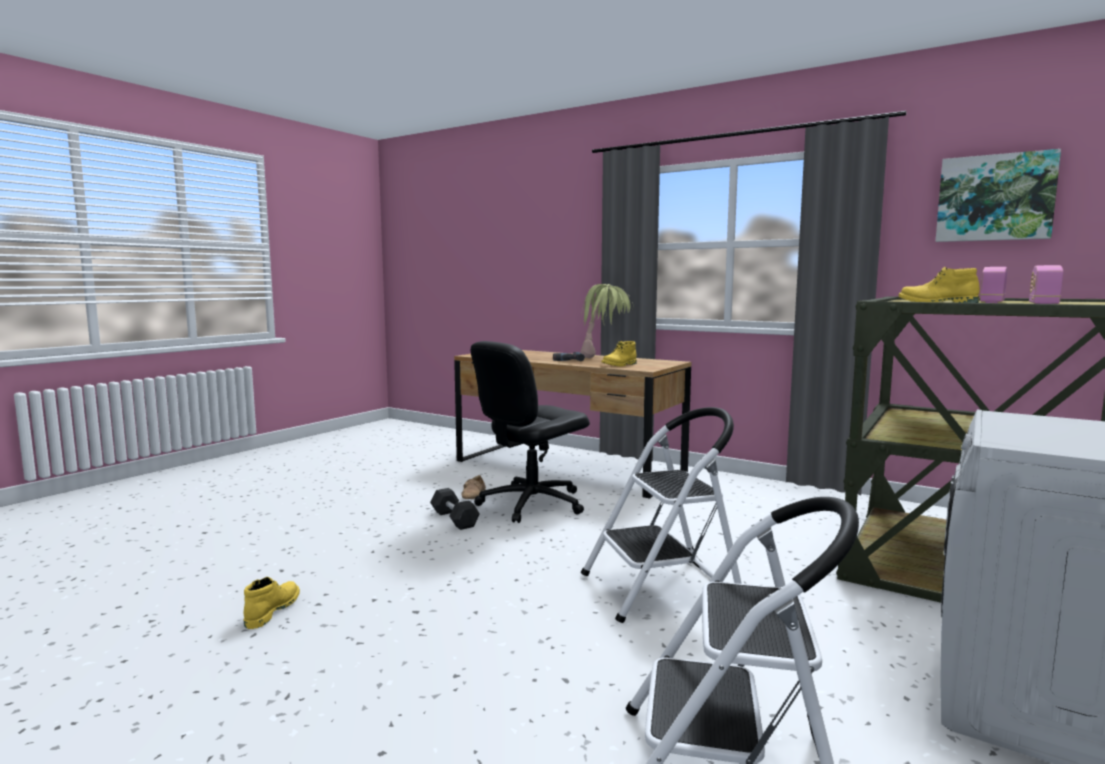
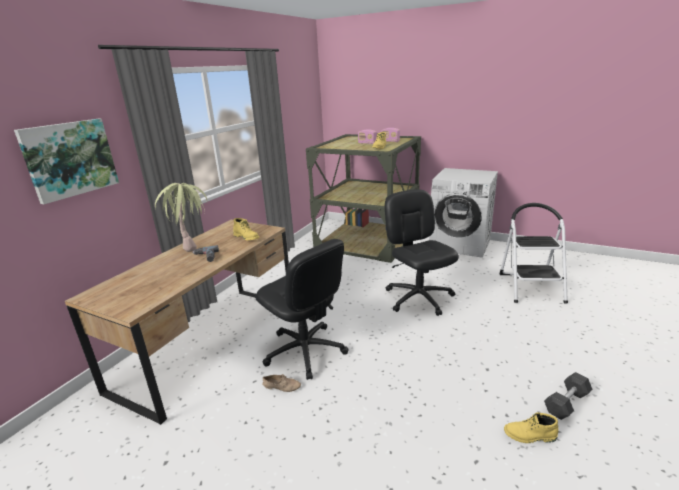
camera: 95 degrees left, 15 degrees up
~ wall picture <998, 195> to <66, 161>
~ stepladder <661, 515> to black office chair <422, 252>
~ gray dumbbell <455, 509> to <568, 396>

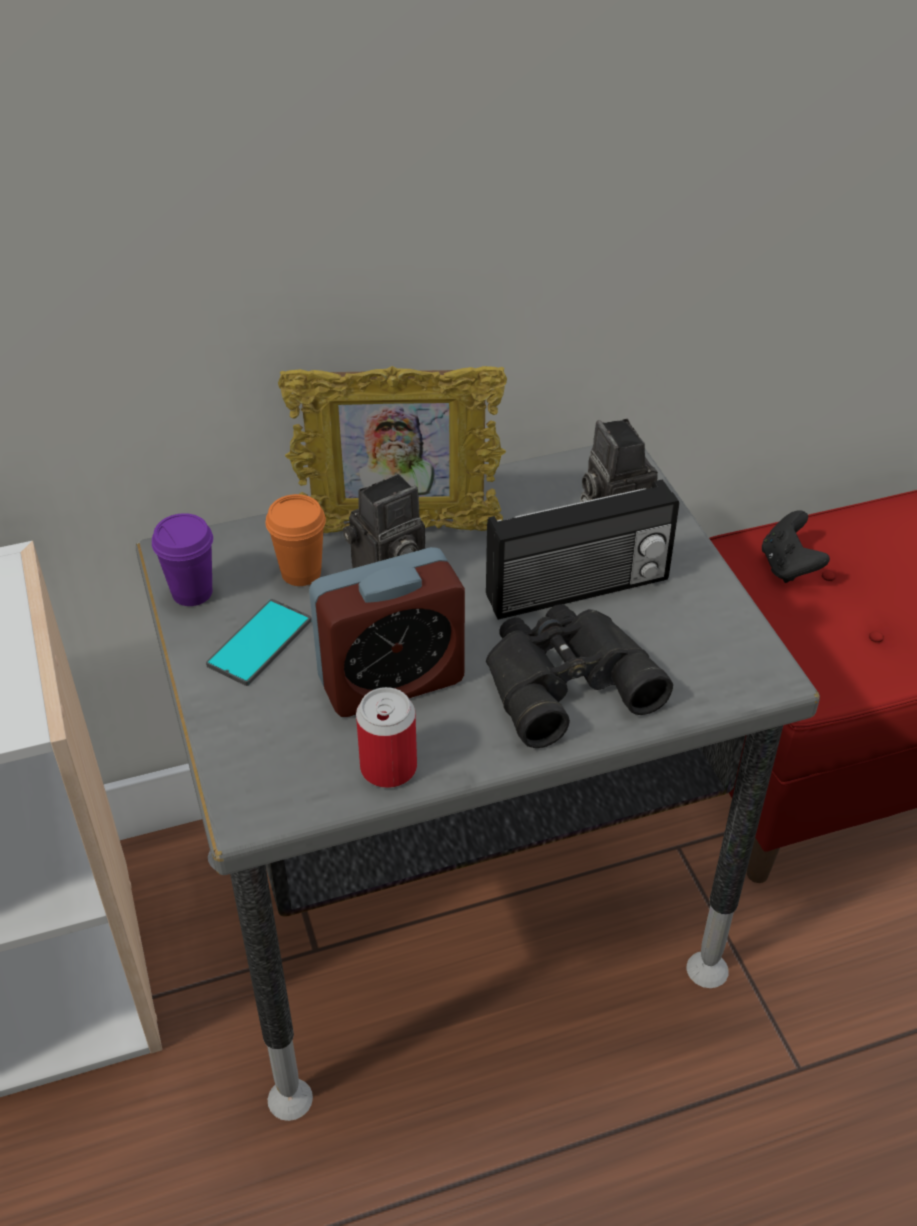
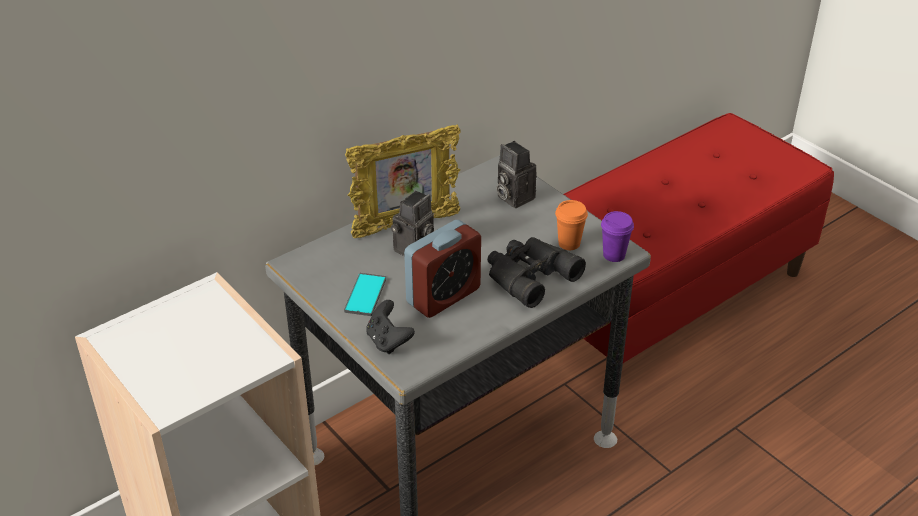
camera: 20 degrees left, 5 degrees down
~ black joypad <796, 546> to <390, 327>
~ orangey drinking cup <296, 540> to <571, 225>
~ purple-coloured drinking cup <182, 559> to <617, 236>
- metal can <386, 737>
- radio set <582, 549>

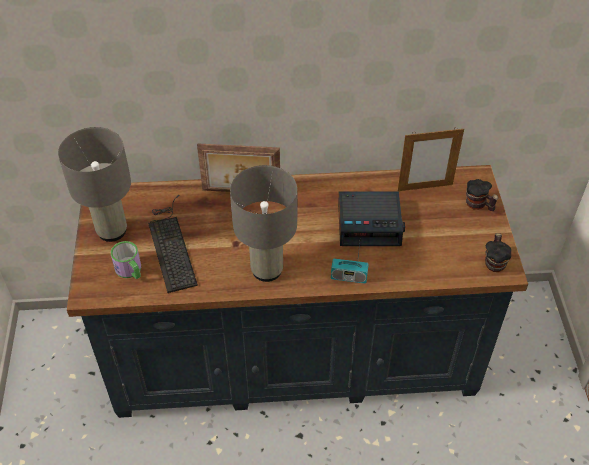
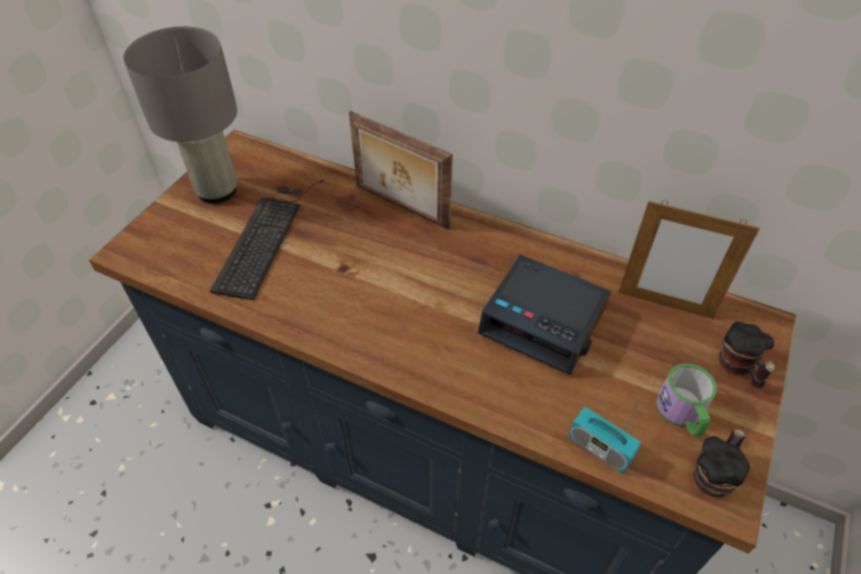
camera: 30 degrees right, 0 degrees up
~ radio set <350, 263> to <604, 435>
~ mug <126, 260> to <686, 400>
- gray tabletop lamp <264, 223>

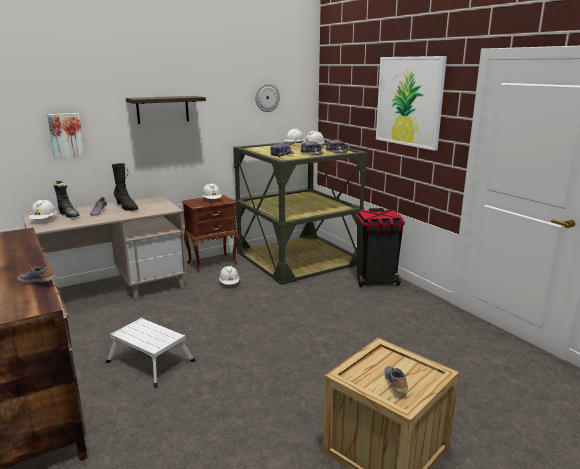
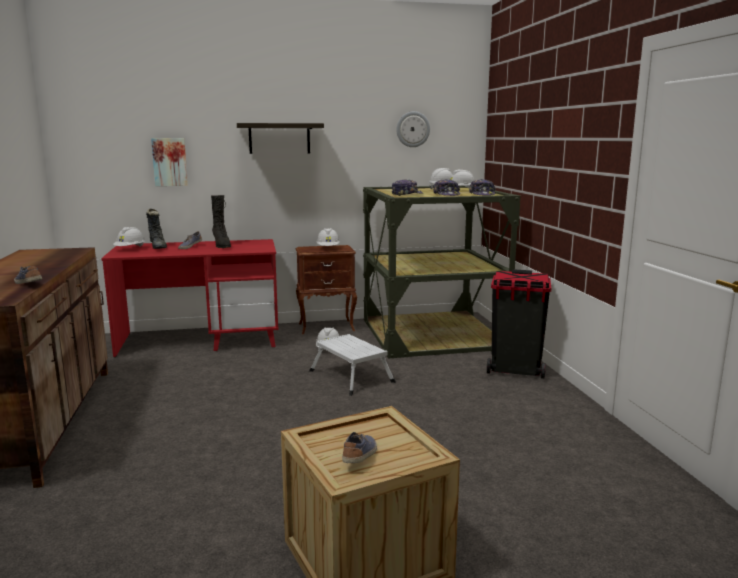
camera: 20 degrees right, 5 degrees down
~ beige-coloured desk table <105, 248> to red desk table <190, 298>
~ white stepladder <150, 353> to <352, 365>
- wall picture <411, 103>

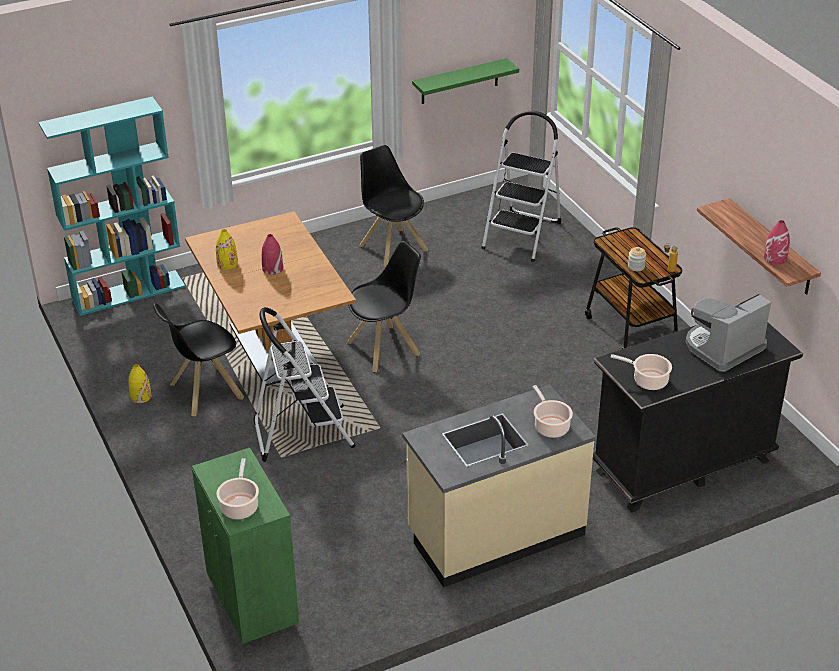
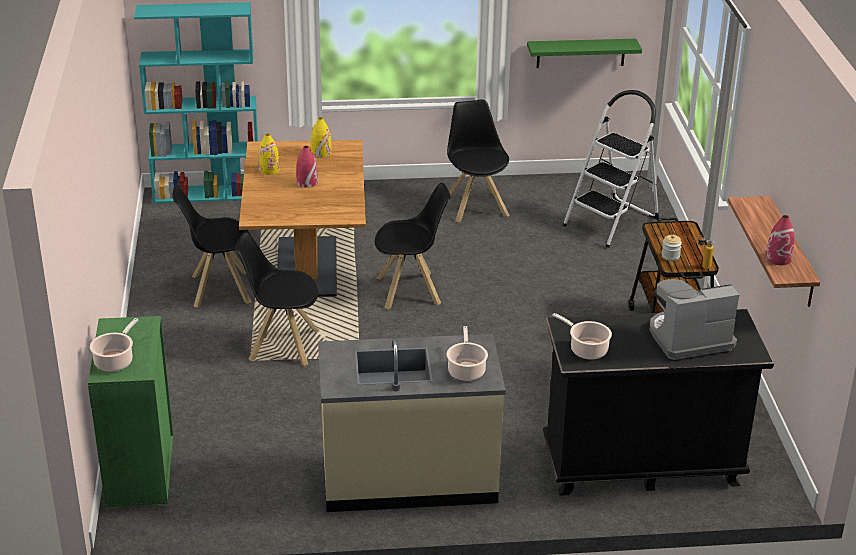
camera: 20 degrees right, 5 degrees down
~ stepladder <304, 384> to black upright chair <277, 299>
~ yellowish vase <139, 383> to <321, 137>

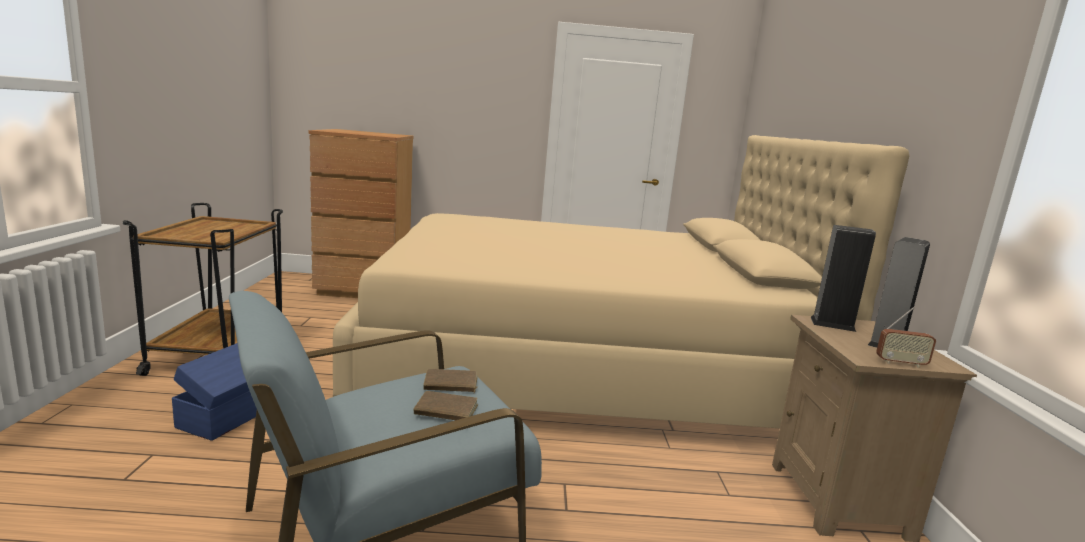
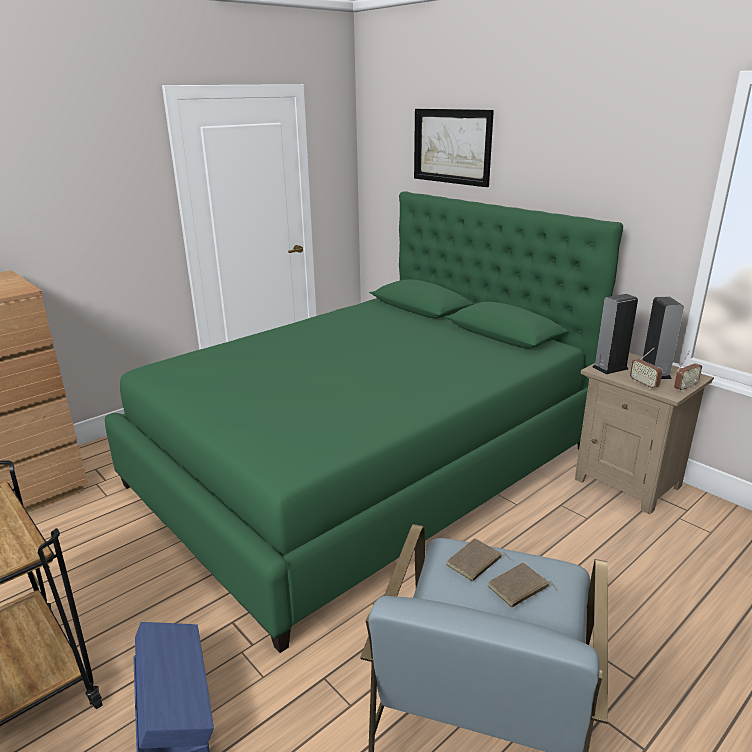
camera: 40 degrees left, 10 degrees up
~ beige-coloured bed <621, 281> to greenish bed <364, 422>
+ wall picture <454, 148>
+ radio set <646, 368>

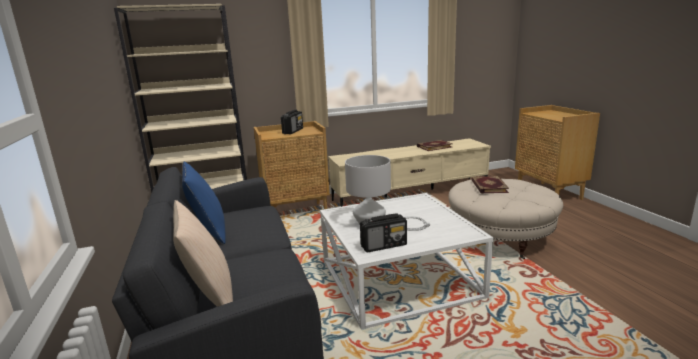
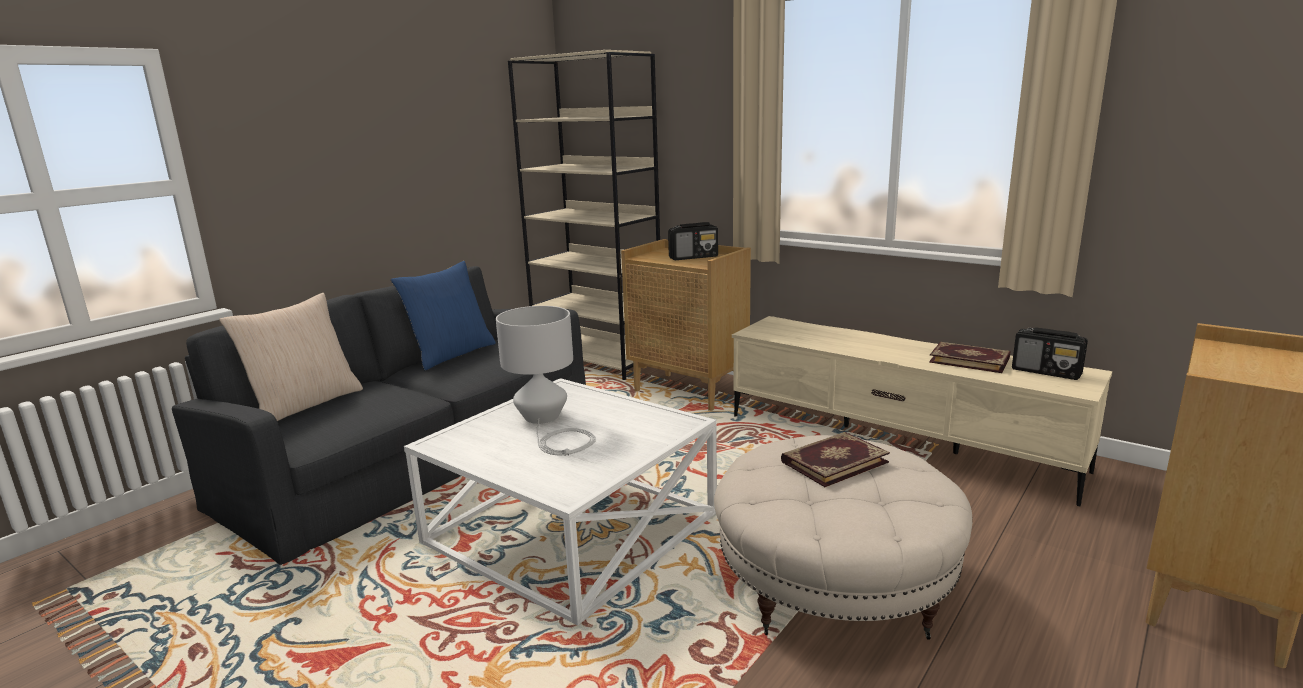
camera: 55 degrees right, 0 degrees up
~ radio set <383, 233> to <1050, 353>

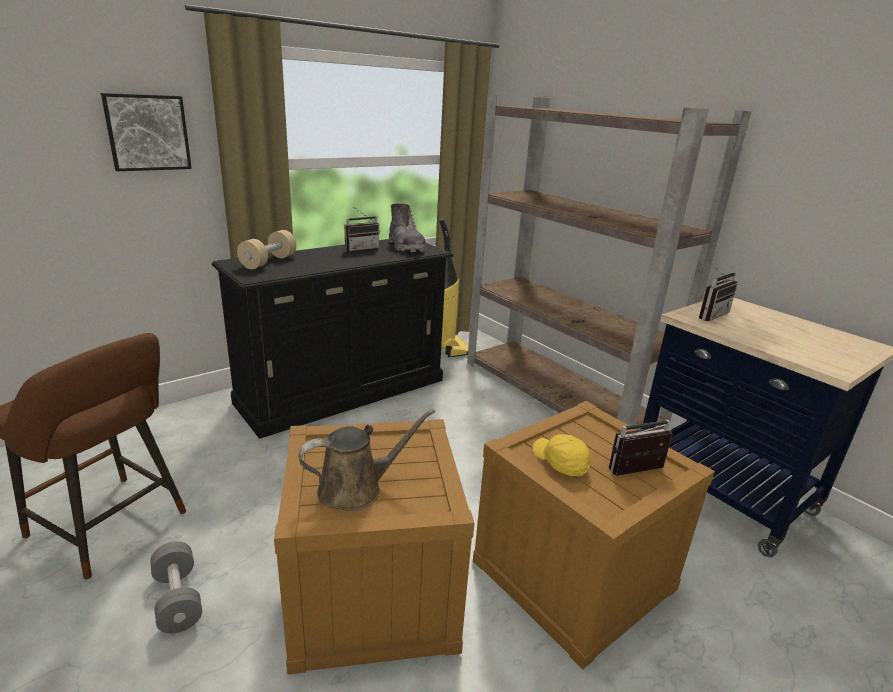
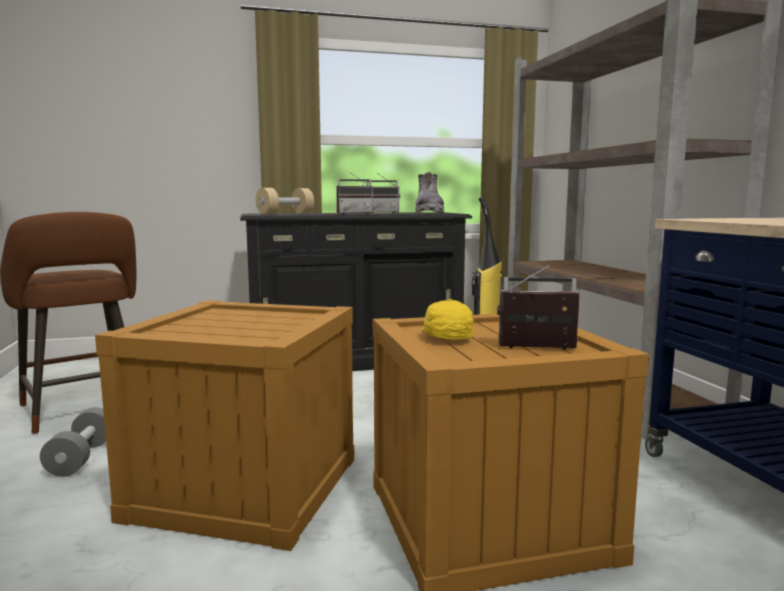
camera: 25 degrees right, 15 degrees down
~ radio set <718, 291> to <355, 192>
- wall picture <146, 132>
- brownish watering pot <366, 460>

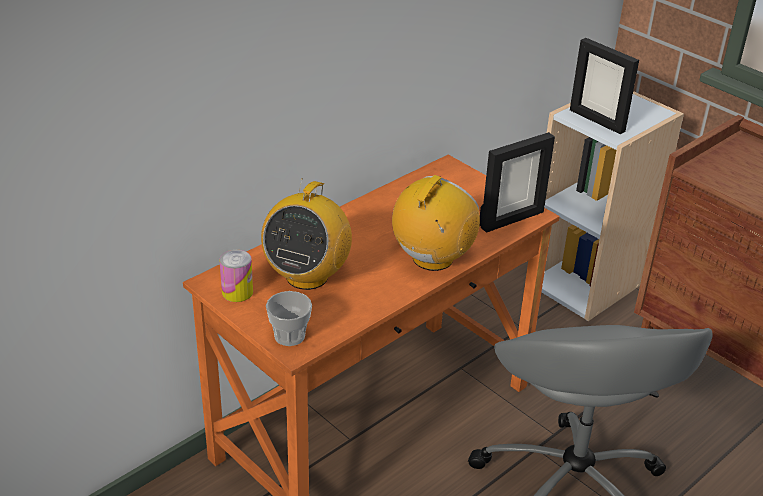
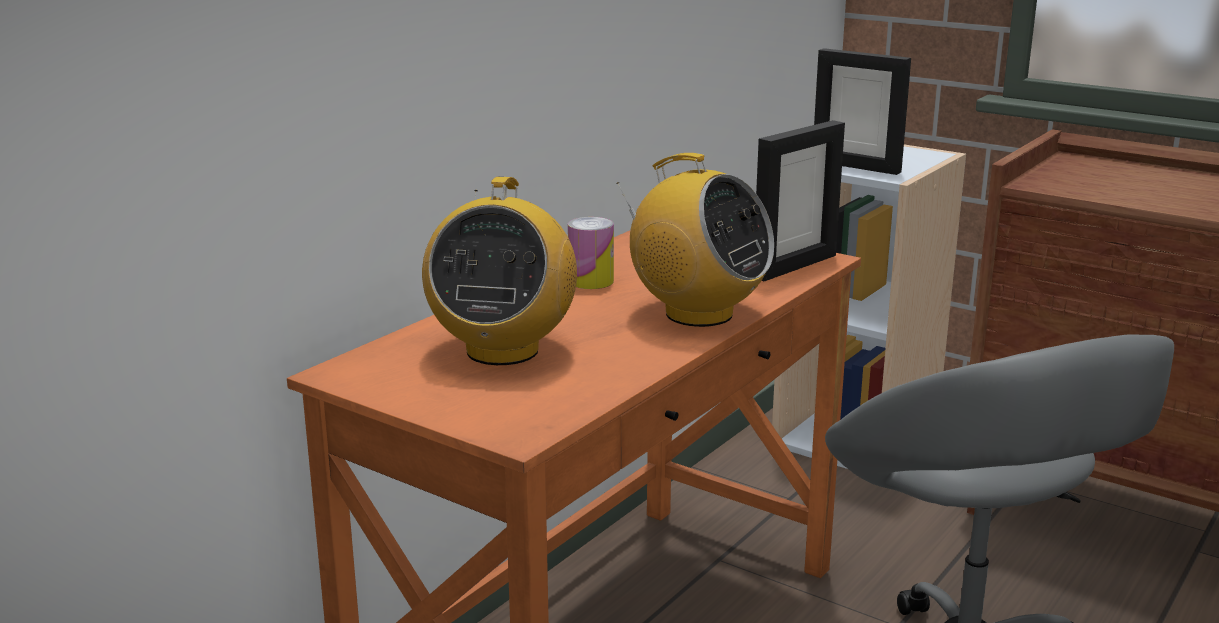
camera: 10 degrees left, 15 degrees down
~ metal can <236, 276> to <591, 253>
~ radio set <436, 223> = <695, 240> 105 degrees clockwise
- drinking cup <289, 318>

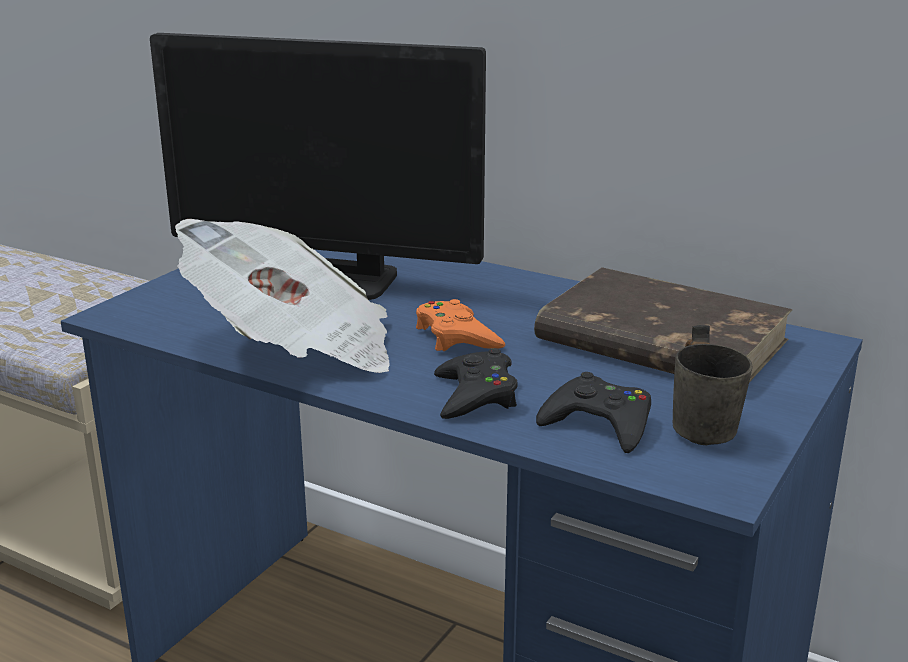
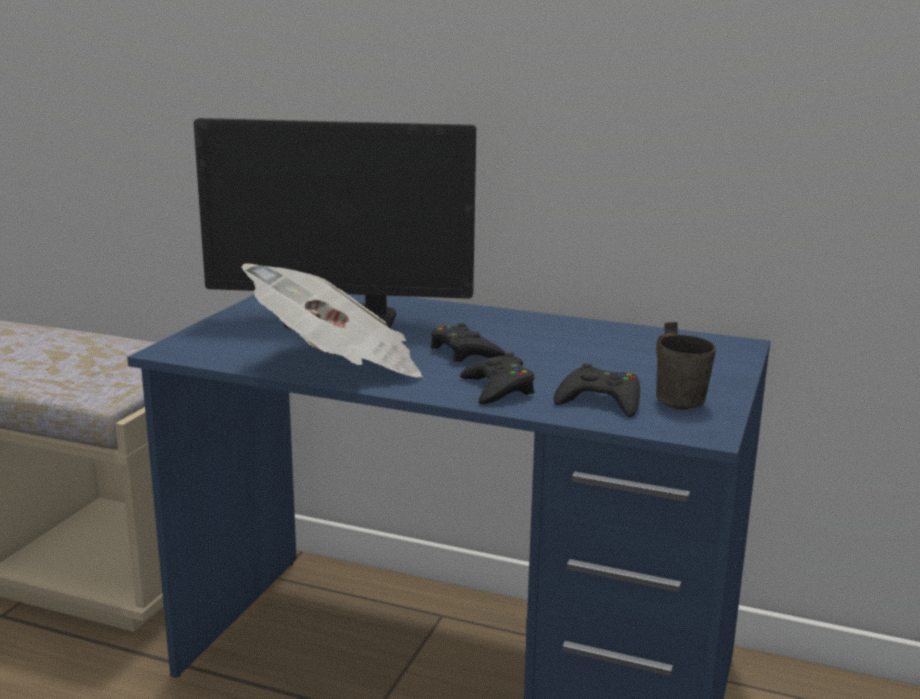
camera: 10 degrees left, 5 degrees down
~ orangey joypad <460, 325> to black joypad <468, 342>
- brownish bound book <663, 324>

